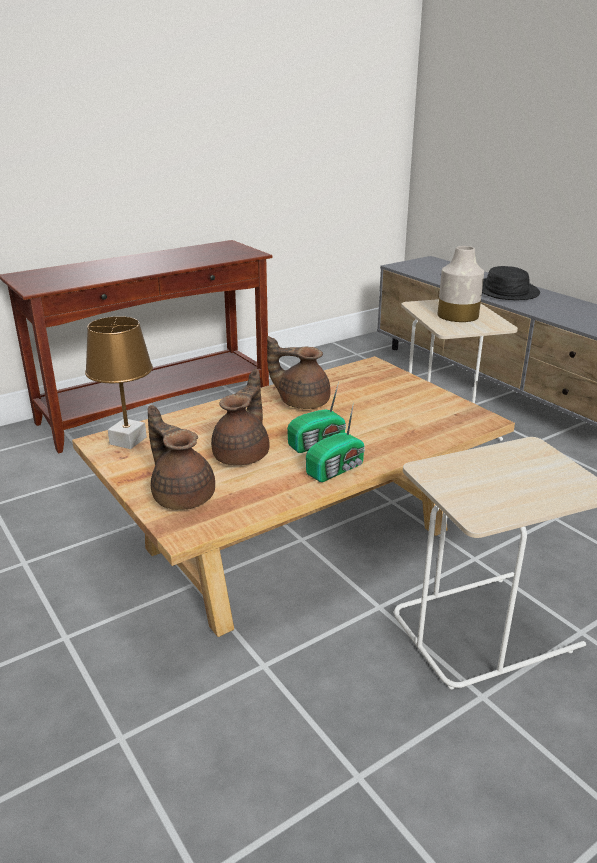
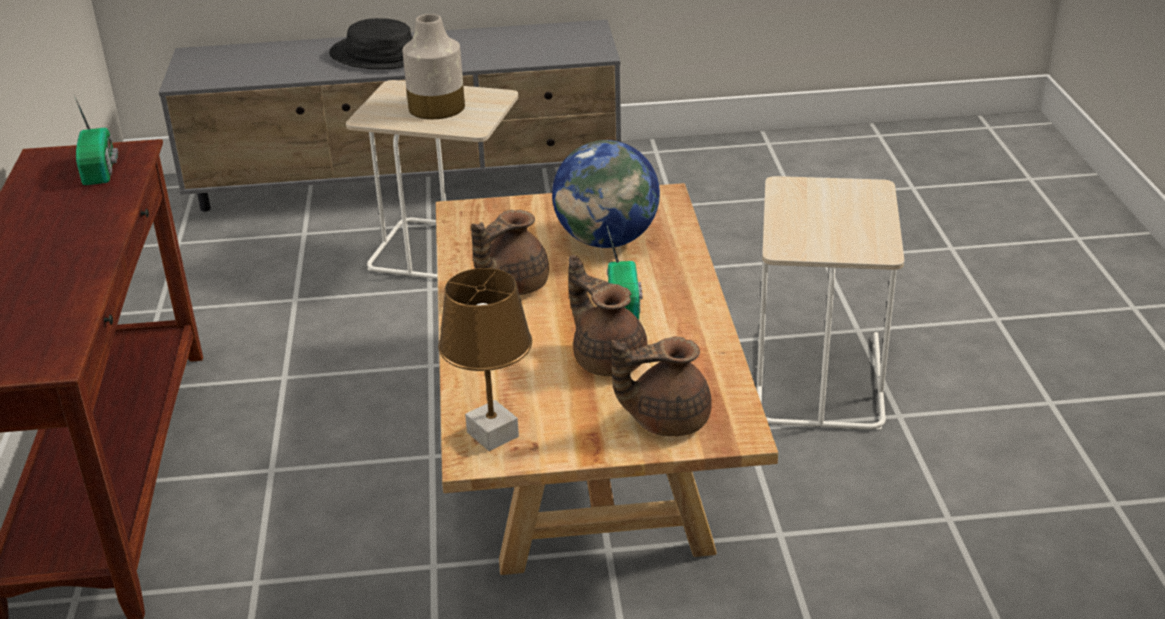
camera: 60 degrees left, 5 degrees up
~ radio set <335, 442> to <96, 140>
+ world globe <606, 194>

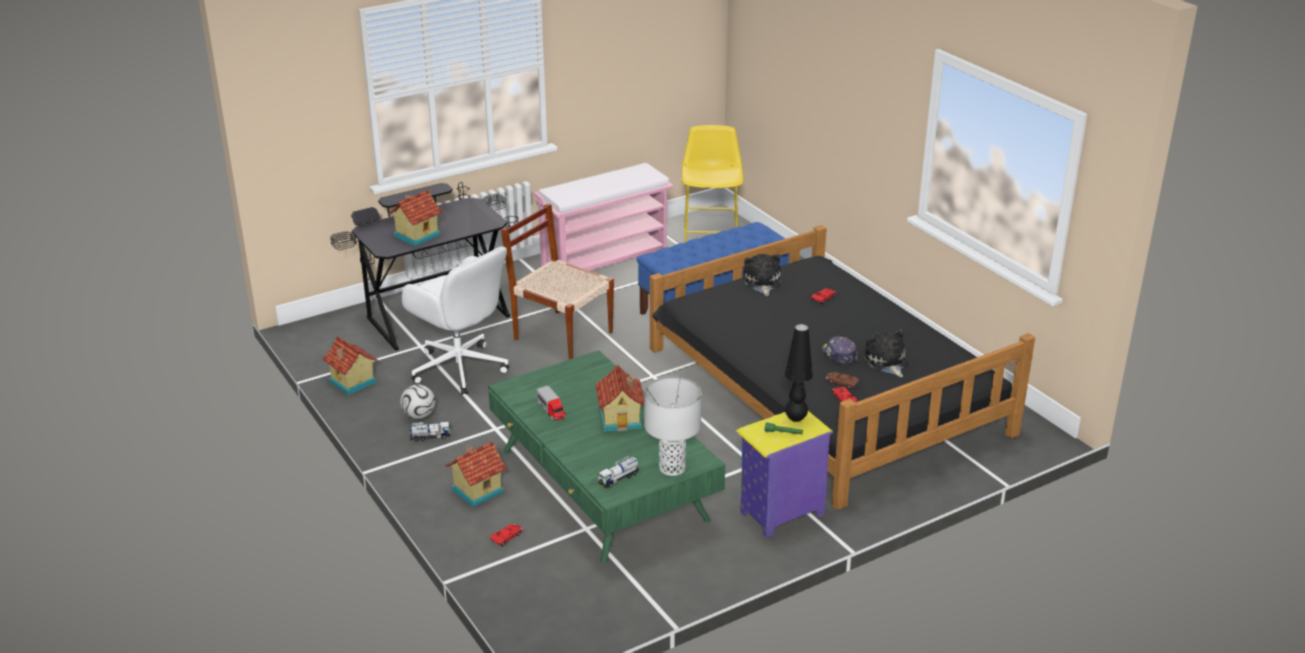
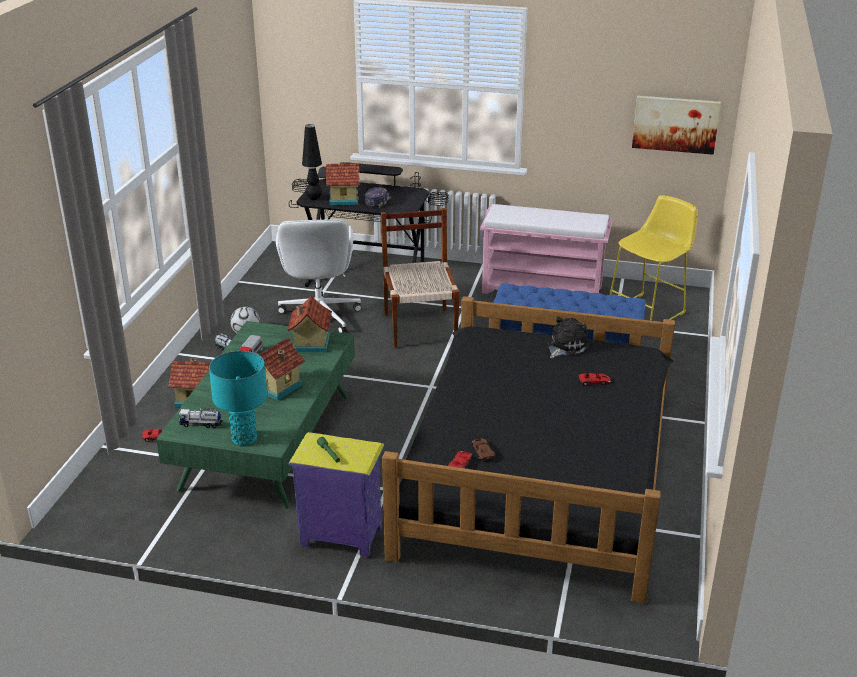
camera: 45 degrees right, 0 degrees up
~ white tabletop lamp <673, 426> to turquoise tabletop lamp <238, 398>
~ miniature house <350, 365> to <310, 323>
~ black tabletop lamp <799, 373> to <312, 162>
~ cap <839, 350> to <378, 197>
+ wall picture <676, 125>
- soft toy <886, 353>

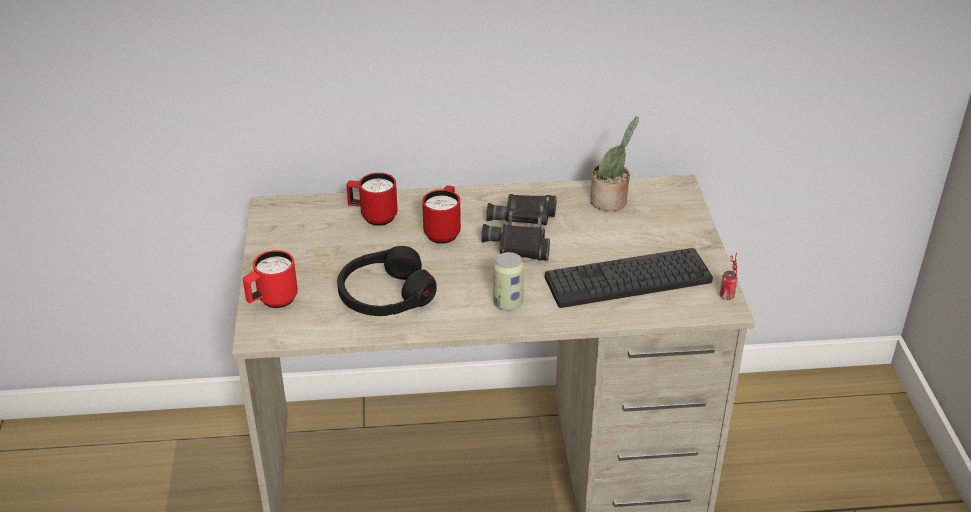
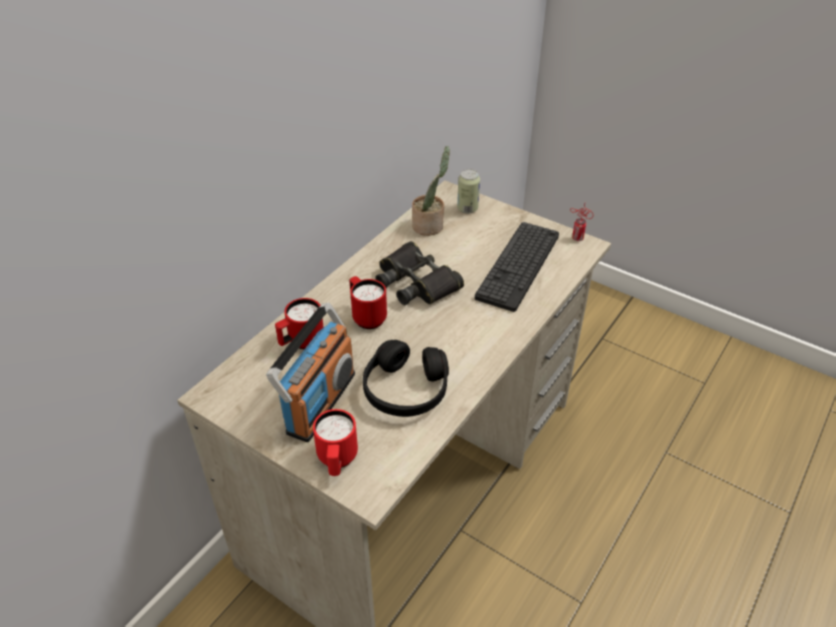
camera: 50 degrees left, 5 degrees up
+ radio set <310, 372>
~ metal can <508, 281> to <468, 191>

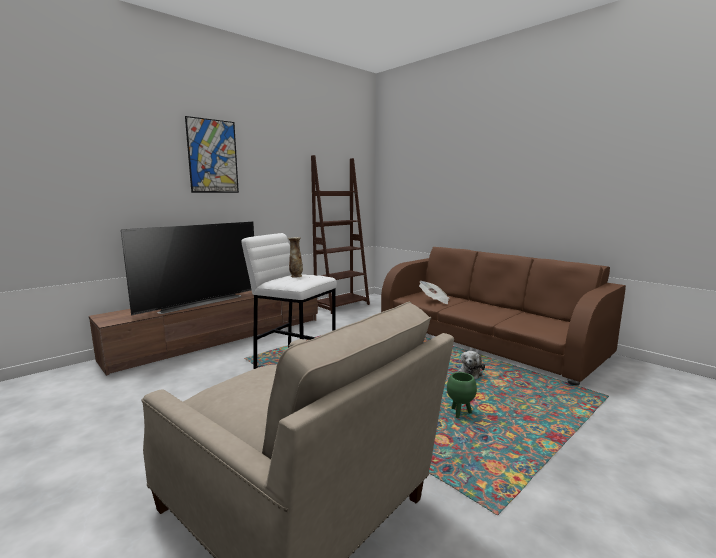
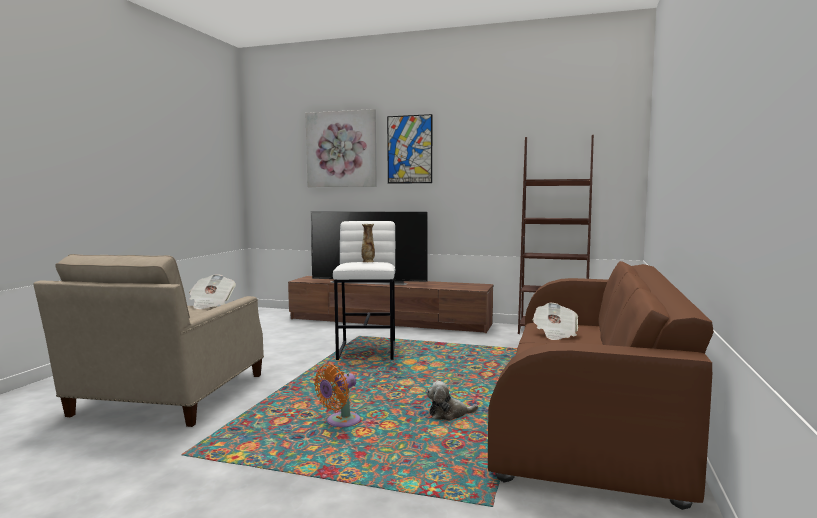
camera: 60 degrees right, 5 degrees down
+ newspaper <212, 291>
+ wall picture <341, 148>
~ greenish plant pot <462, 395> to orangey electric fan <337, 395>

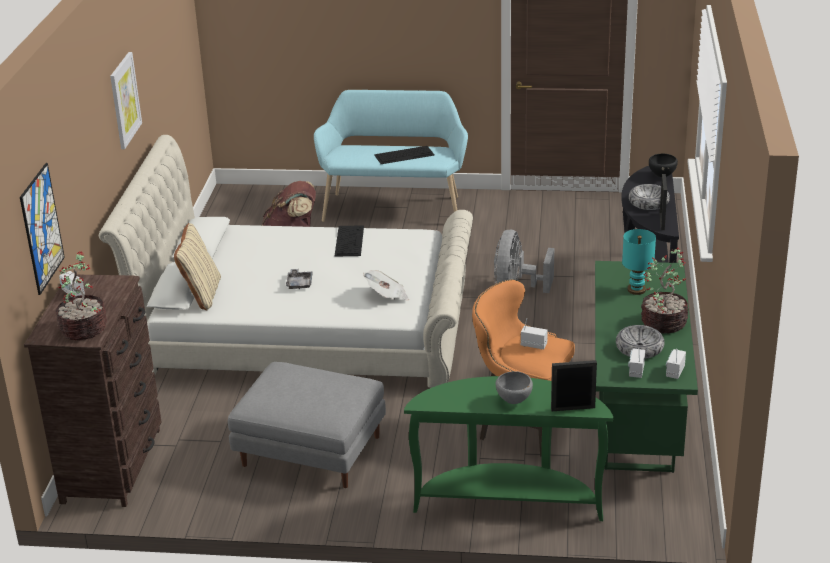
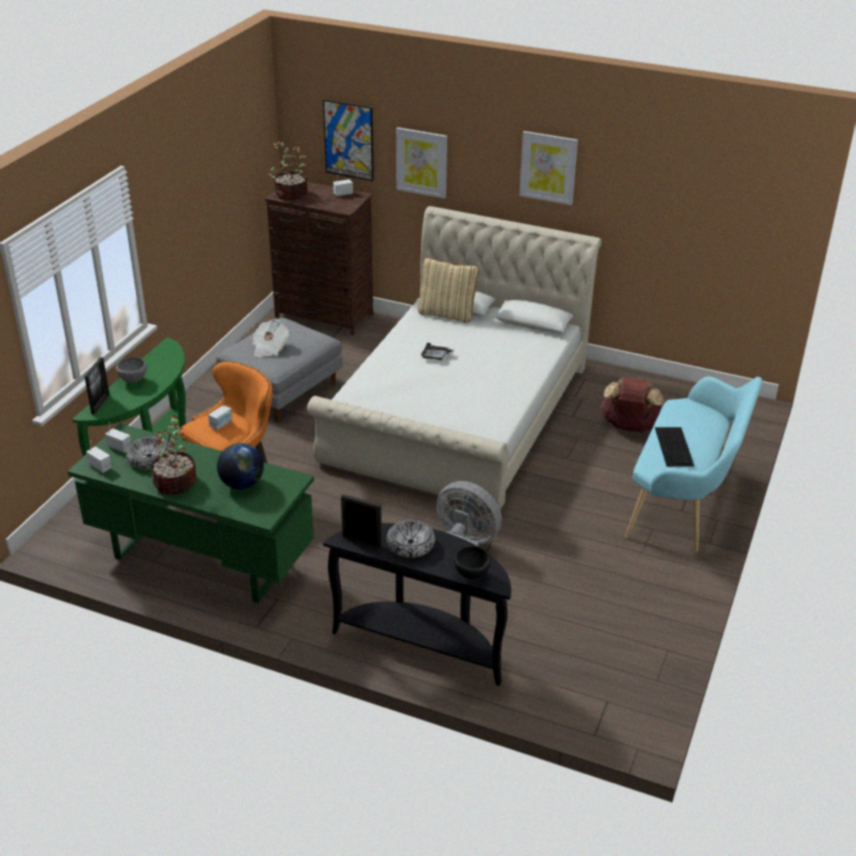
camera: 105 degrees right, 5 degrees up
~ turquoise tabletop lamp <639, 262> to world globe <240, 466>
~ newspaper <386, 285> to <270, 338>
+ wall picture <421, 163>
- keyboard <349, 241>

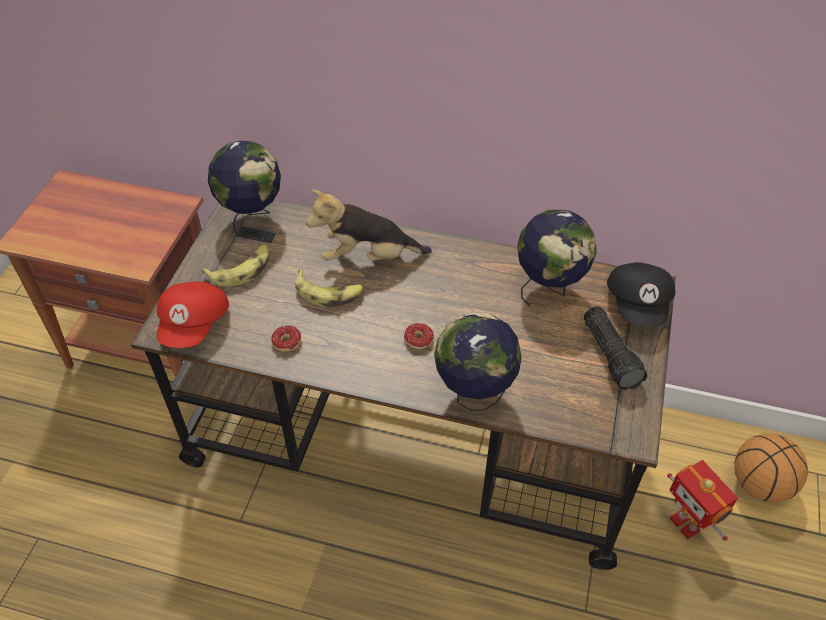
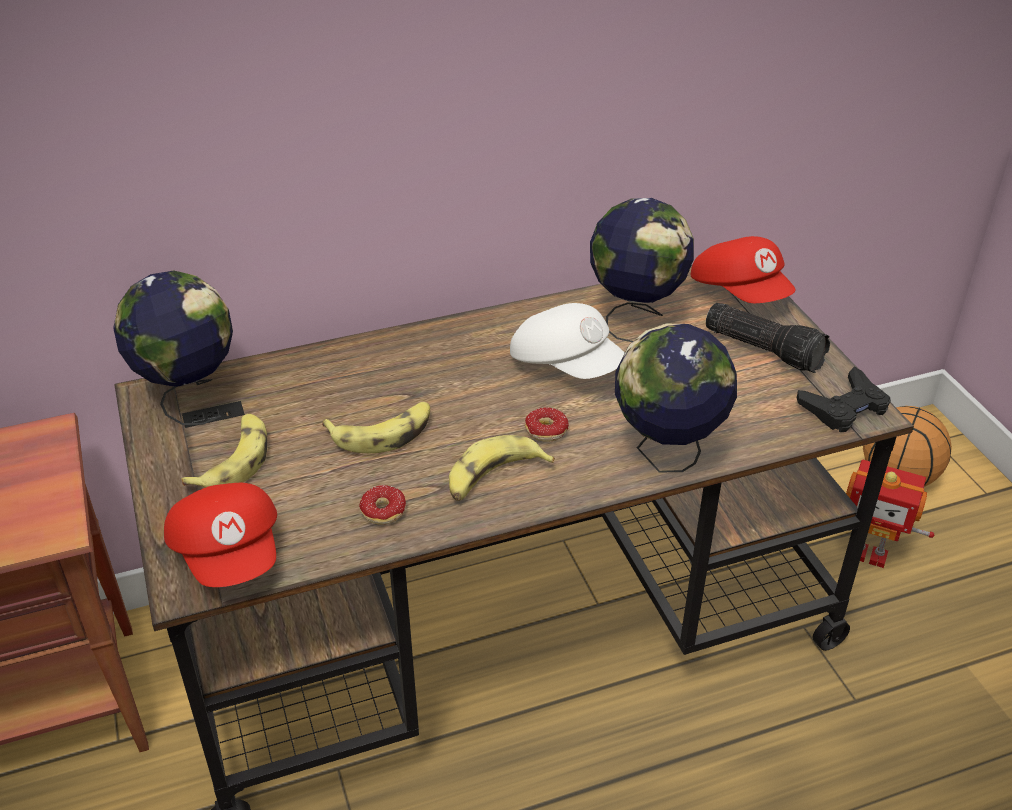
camera: 35 degrees left, 10 degrees down
+ banana fruit <502, 468>
+ white cap <567, 341>
~ black cap <641, 294> to red cap <743, 269>
+ black joypad <844, 399>
- soft toy <369, 225>

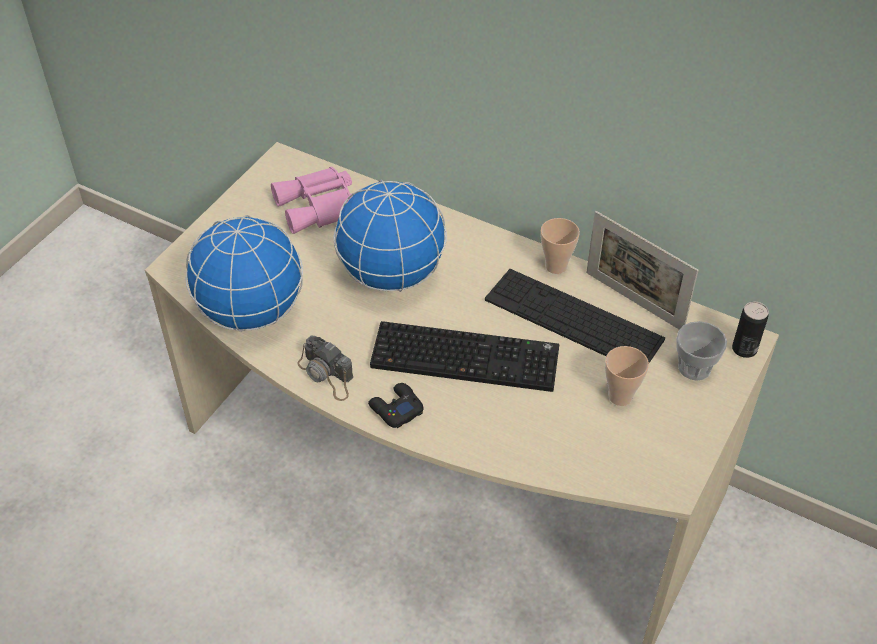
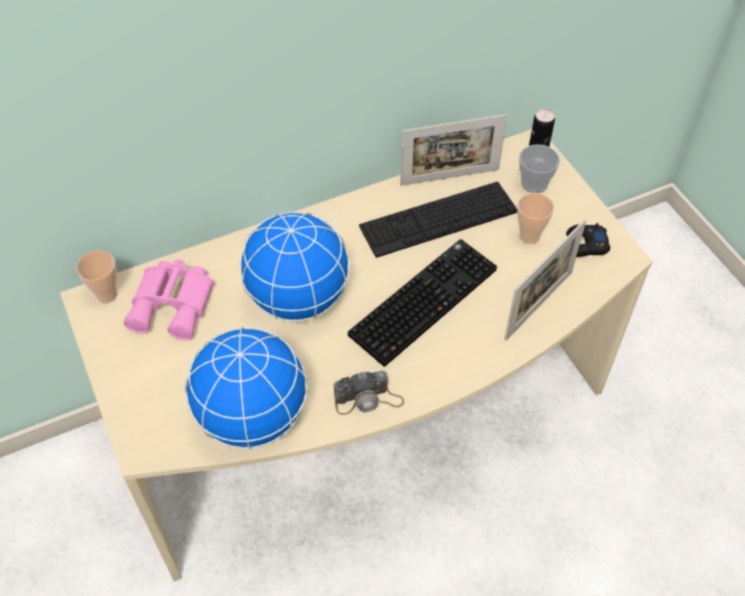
camera: 55 degrees left, 5 degrees up
~ drinking cup <560, 246> to <97, 277>
+ standing frame <545, 280>
~ black joypad <396, 405> to <588, 240>

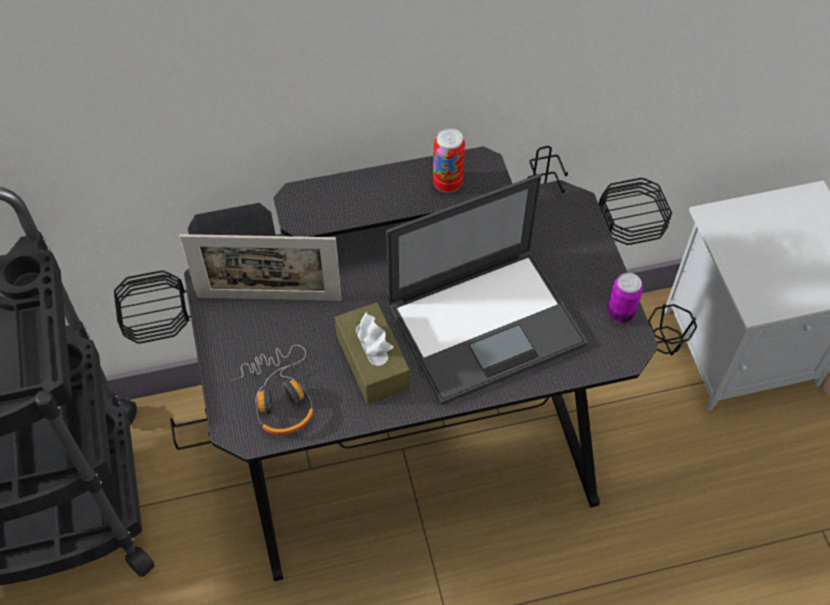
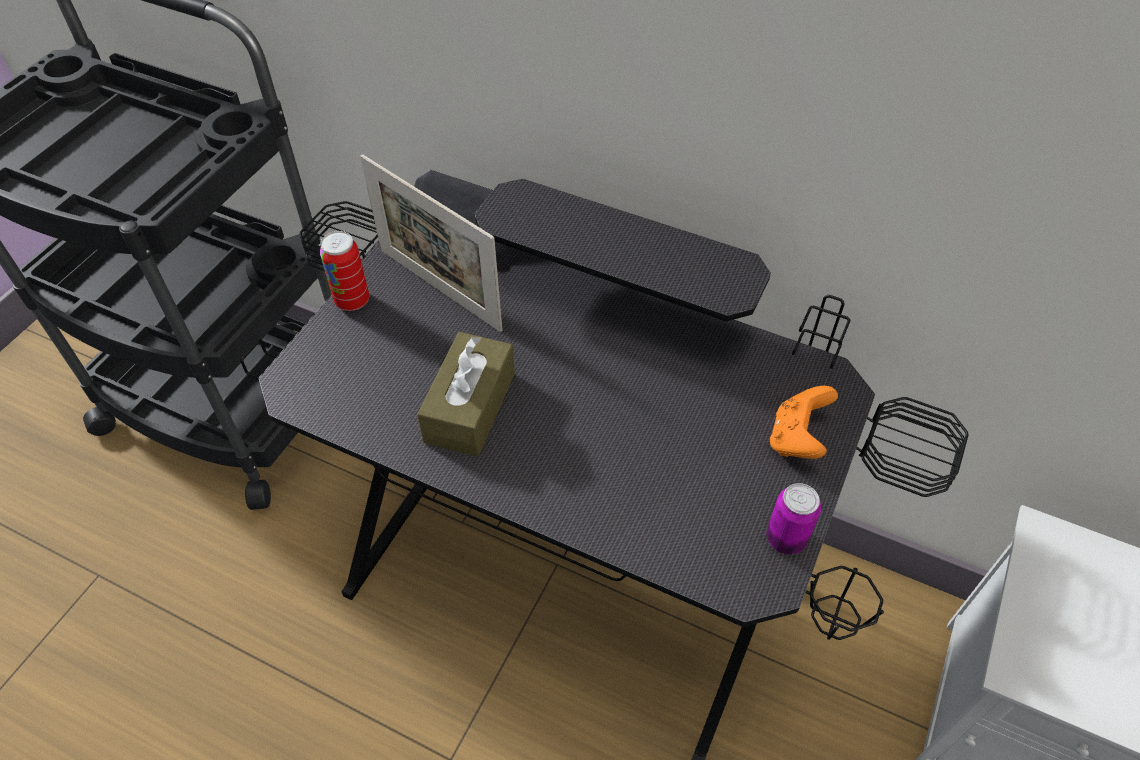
camera: 40 degrees right, 5 degrees down
~ metal can <449, 160> to <344, 271>
+ orangey joypad <804, 422>
- pair of headphones <272, 390>
- notebook computer <487, 289>

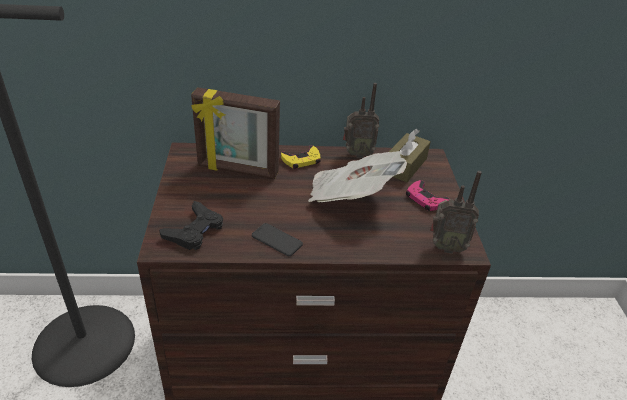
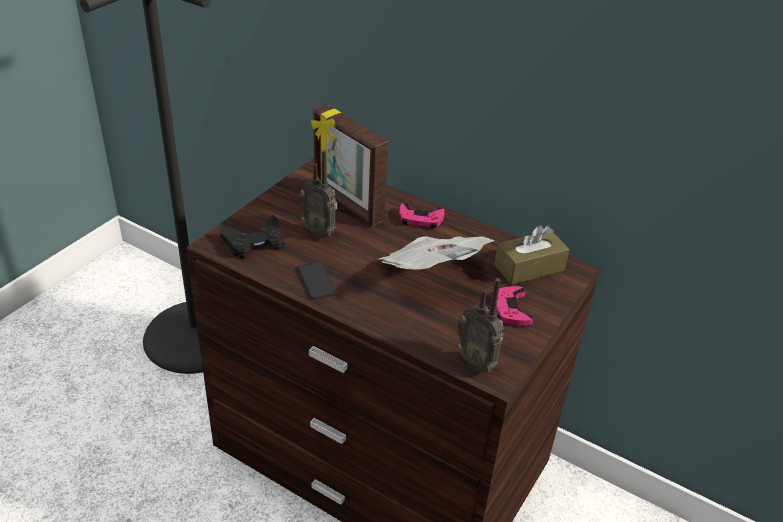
camera: 35 degrees right, 0 degrees up
~ radio set <361, 120> to <318, 194>
~ yellowish joypad <301, 157> to pink-coloured joypad <422, 215>

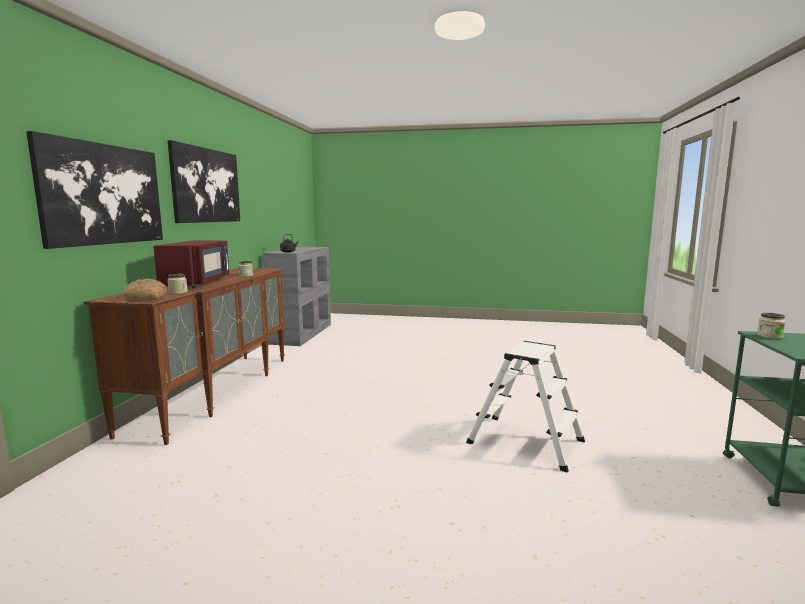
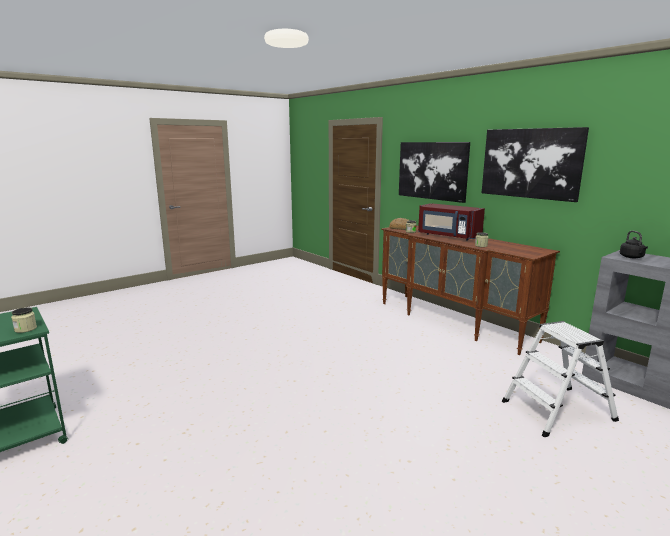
camera: 130 degrees right, 5 degrees up
~ white stepladder <525, 406> to <560, 379>

